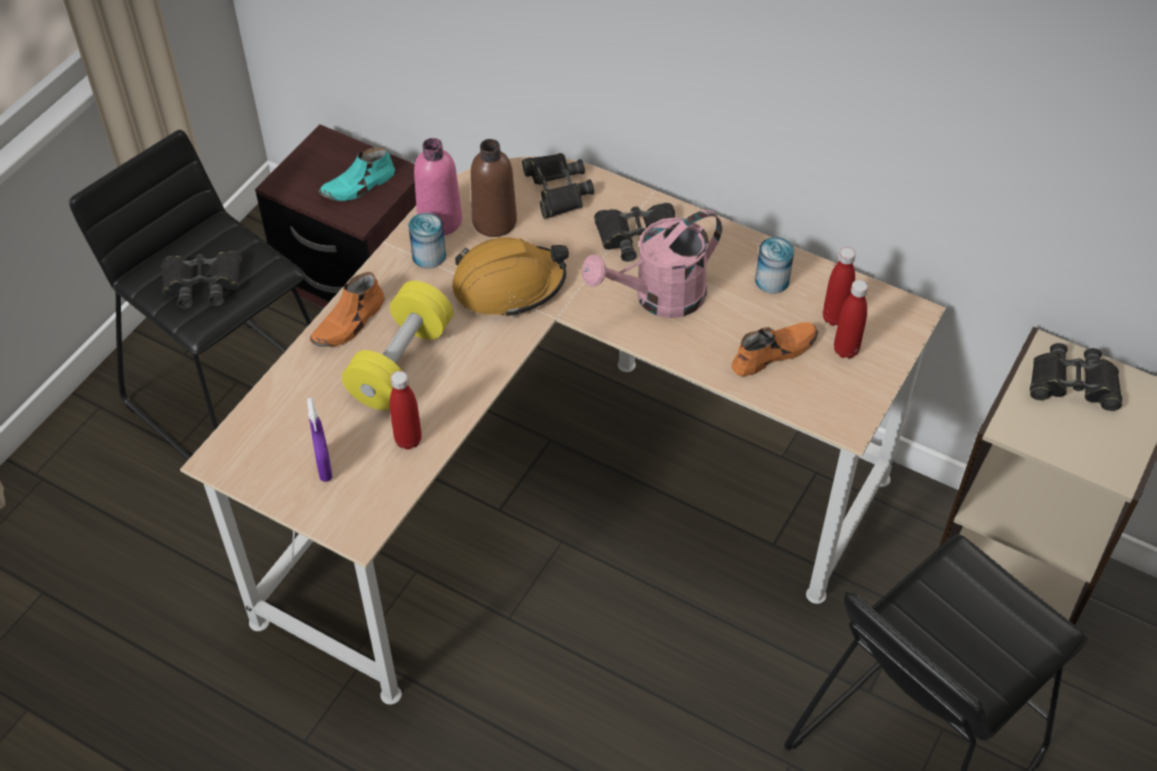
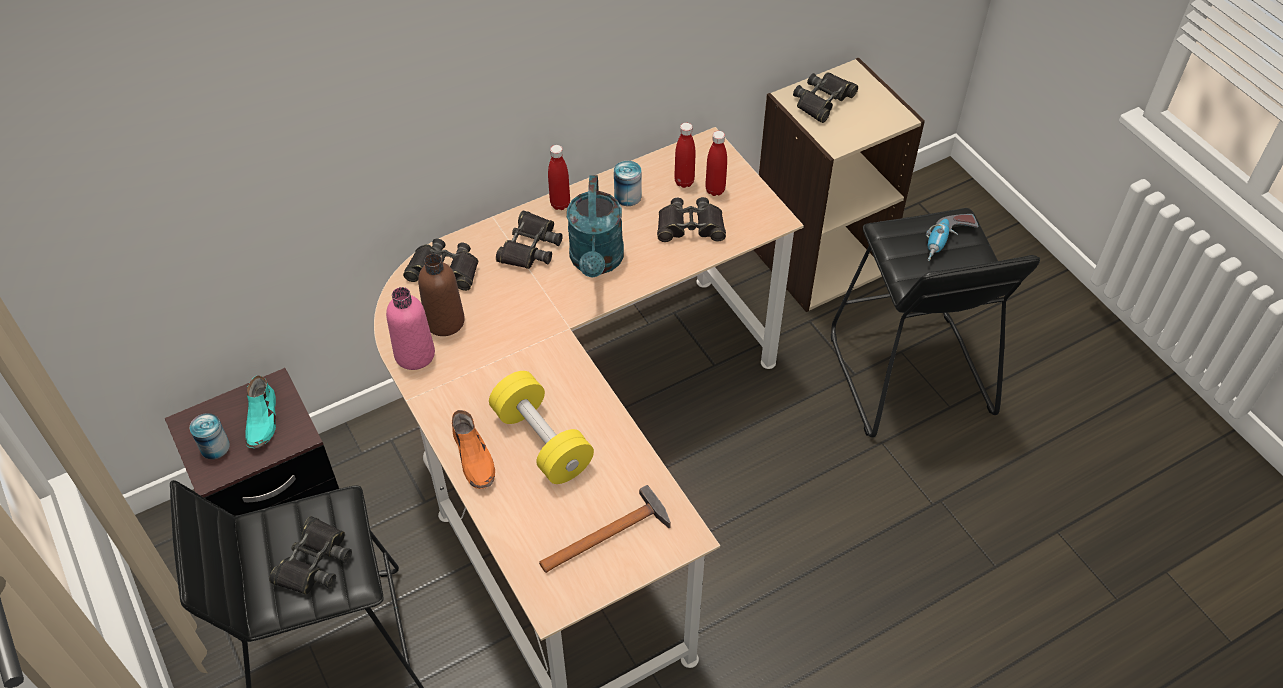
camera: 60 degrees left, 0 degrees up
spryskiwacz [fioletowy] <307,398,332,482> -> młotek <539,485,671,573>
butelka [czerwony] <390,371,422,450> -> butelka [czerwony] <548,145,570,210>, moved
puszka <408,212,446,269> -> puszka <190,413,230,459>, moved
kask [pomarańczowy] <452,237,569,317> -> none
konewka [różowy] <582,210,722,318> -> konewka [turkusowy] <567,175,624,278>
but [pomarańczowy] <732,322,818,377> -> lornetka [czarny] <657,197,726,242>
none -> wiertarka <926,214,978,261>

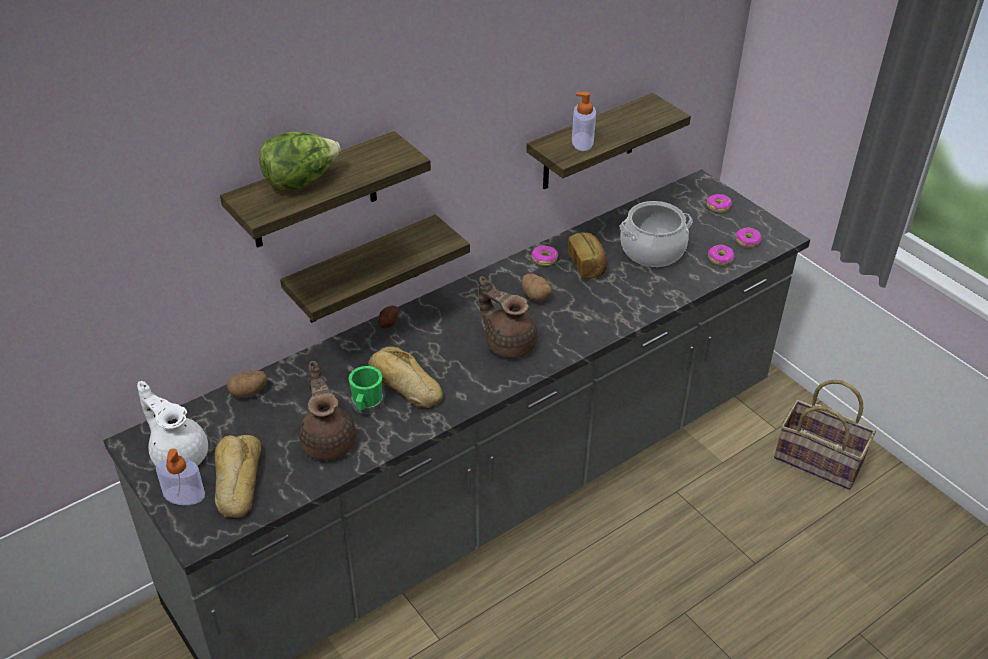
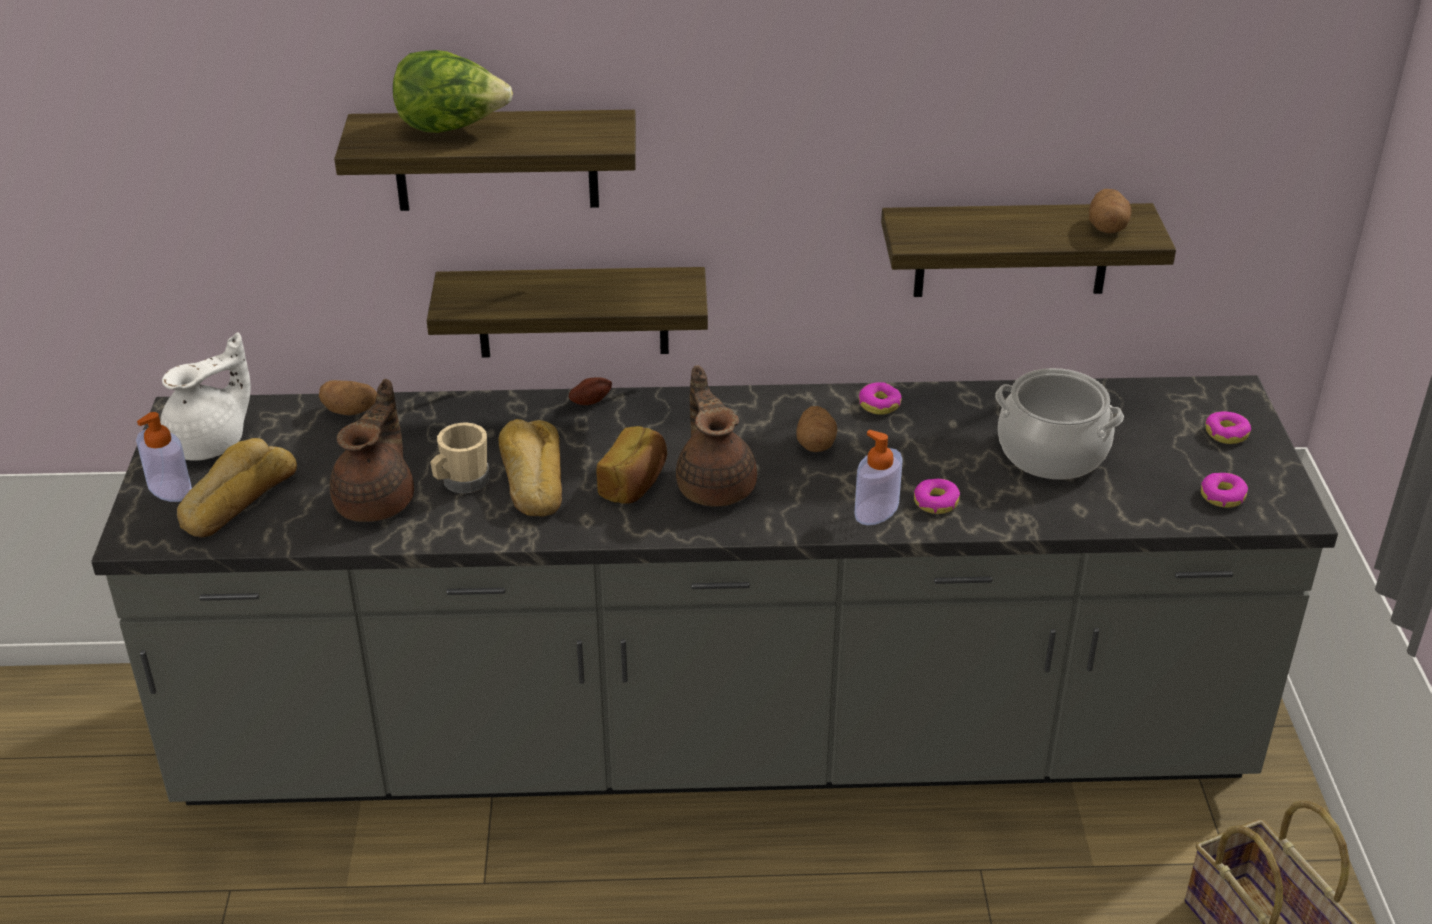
camera: 35 degrees right, 5 degrees down
imbryk [biały] <137,381,208,466> -> imbryk [biały] <160,332,250,461>, 60 degrees clockwise
kubek [zielony] <349,366,384,414> -> kubek [beżowy] <430,422,490,494>
chleb <568,233,608,279> -> chleb <597,426,667,504>, moved
dozownik mydła <572,92,596,151> -> dozownik mydła <854,430,903,525>, moved
donut <708,245,734,265> -> donut <914,479,960,514>, moved
none -> ziemniak <1089,189,1132,233>

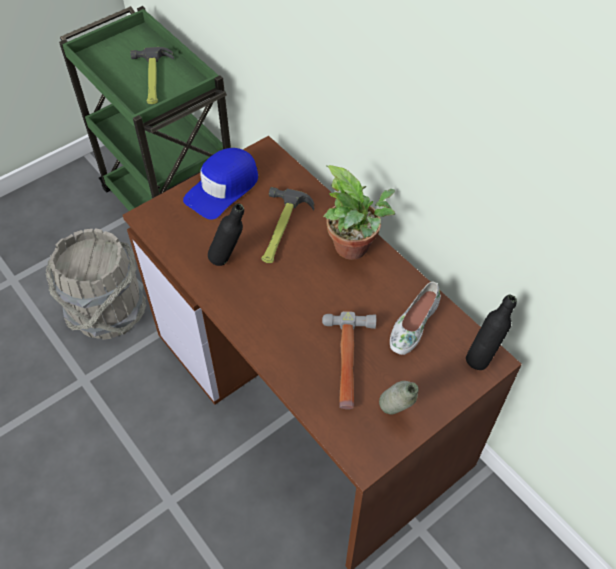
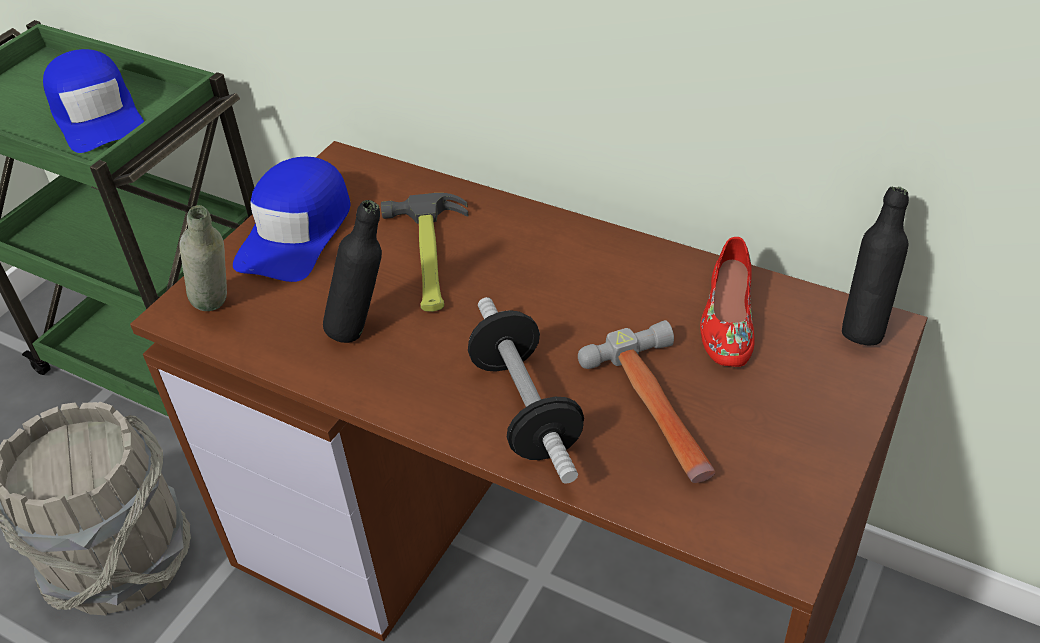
camera: 20 degrees left, 10 degrees down
młotek <130,47,174,104> -> czapka z daszkiem [niebieski] <43,49,145,153>
roślina doniczkowa <323,165,395,260> -> none
butelka [szary] <379,381,419,415> -> butelka [szary] <179,205,227,311>, moved
but [biały] <390,282,441,355> -> but [czerwony] <700,237,755,367>
none -> hantel <468,297,584,483>

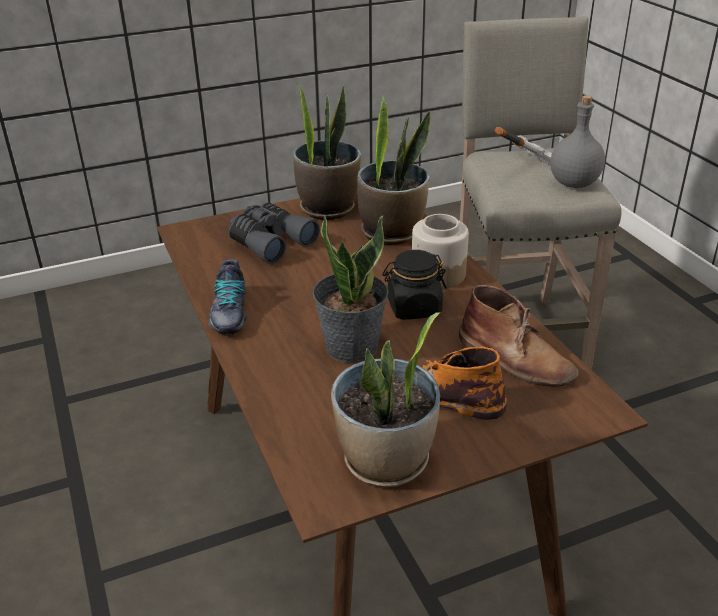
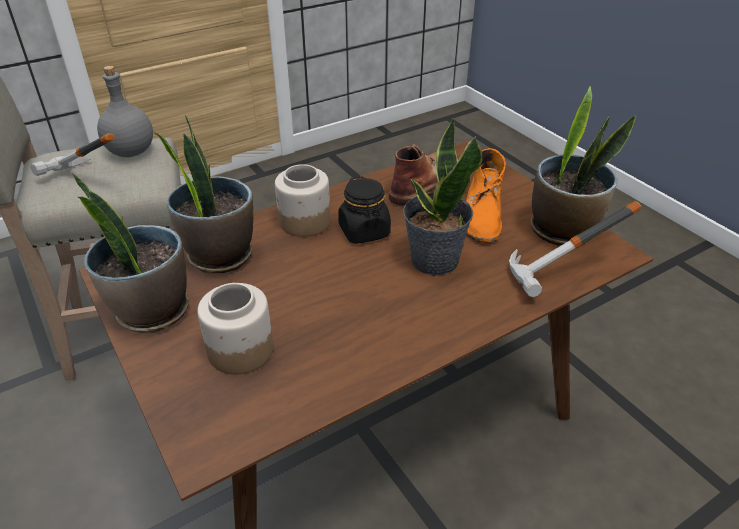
camera: 100 degrees left, 5 degrees up
but <208,259,247,335> -> none
lornetka [szary] <228,203,320,264> -> słoik <197,283,273,374>
none -> młotek <509,201,642,297>

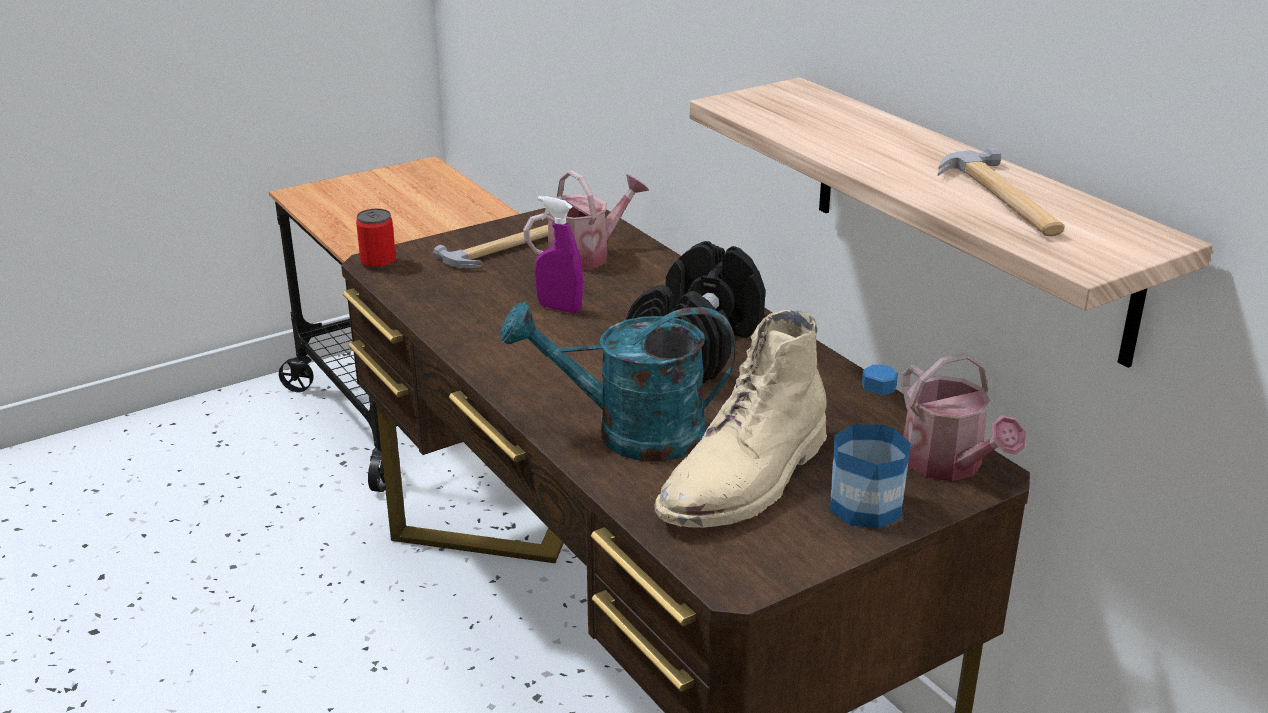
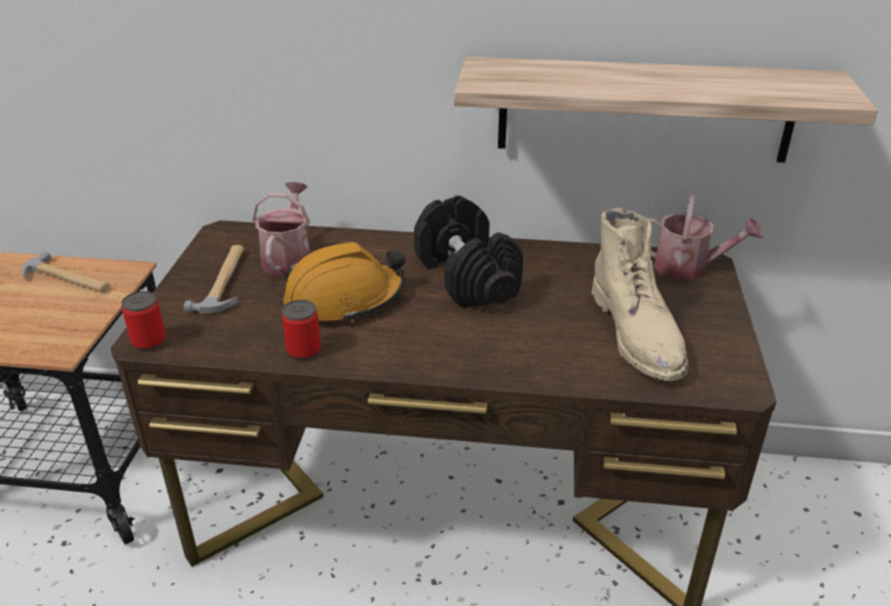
camera: 50 degrees left, 5 degrees up
konewka [turkusowy] <500,302,735,462> -> none
spryskiwacz [fioletowy] <535,196,583,313> -> kask [pomarańczowy] <283,242,406,323>
butelka <830,365,911,529> -> none
młotek <938,147,1065,236> -> młotek <22,251,109,292>, moved
none -> puszka <282,300,321,360>

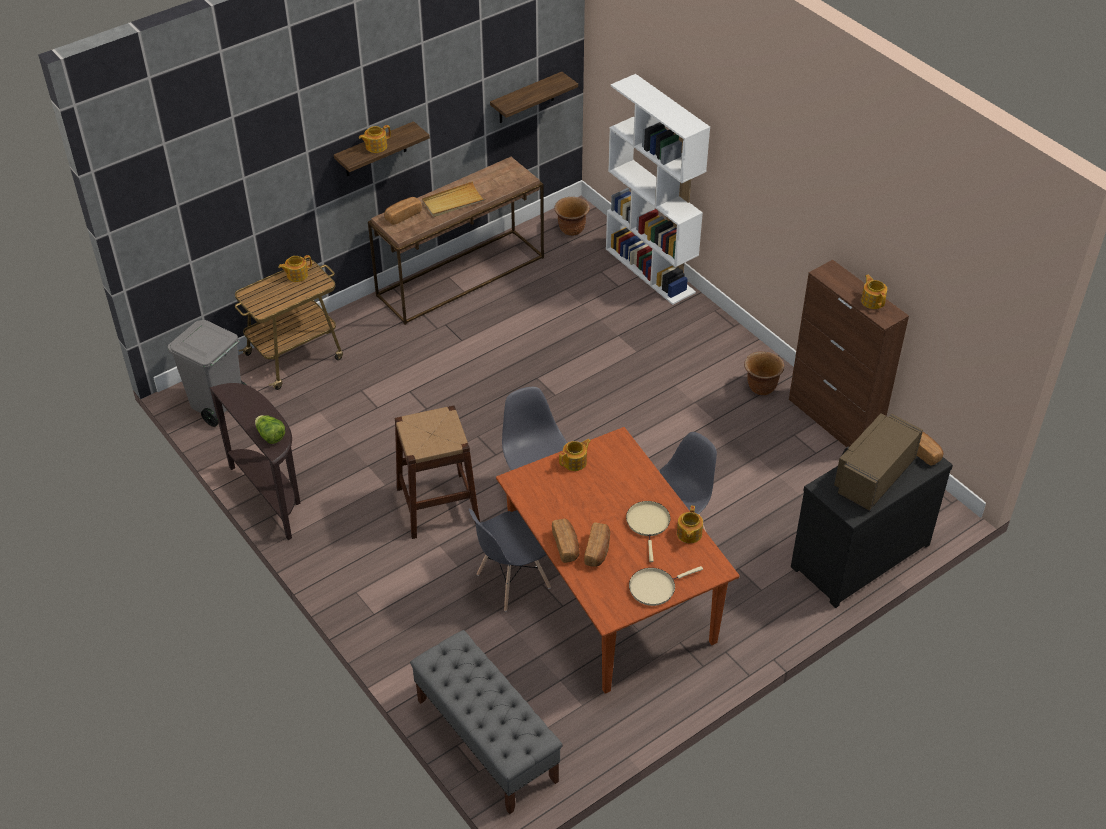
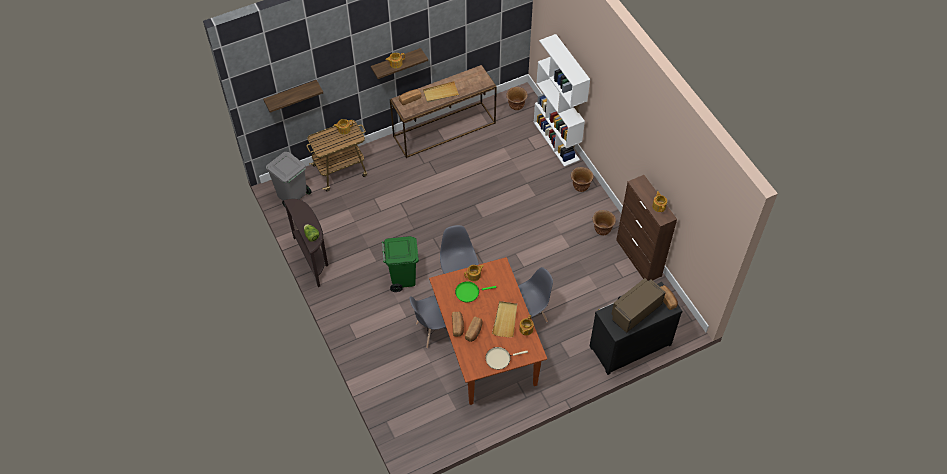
camera: 10 degrees right, 10 degrees up
stołek [brązowy] <395,406,480,539> -> kosz na śmieci [zielony] <382,236,419,292>
ławka [szary] <410,630,563,814> -> none
półka <490,72,578,123> -> półka <263,80,323,112>, moved
patelnia [beżowy] <626,501,670,562> -> taca [beżowy] <492,301,517,337>
none -> patelnia [zielony] <455,281,497,302>
none -> donica [brązowy] <571,167,593,192>

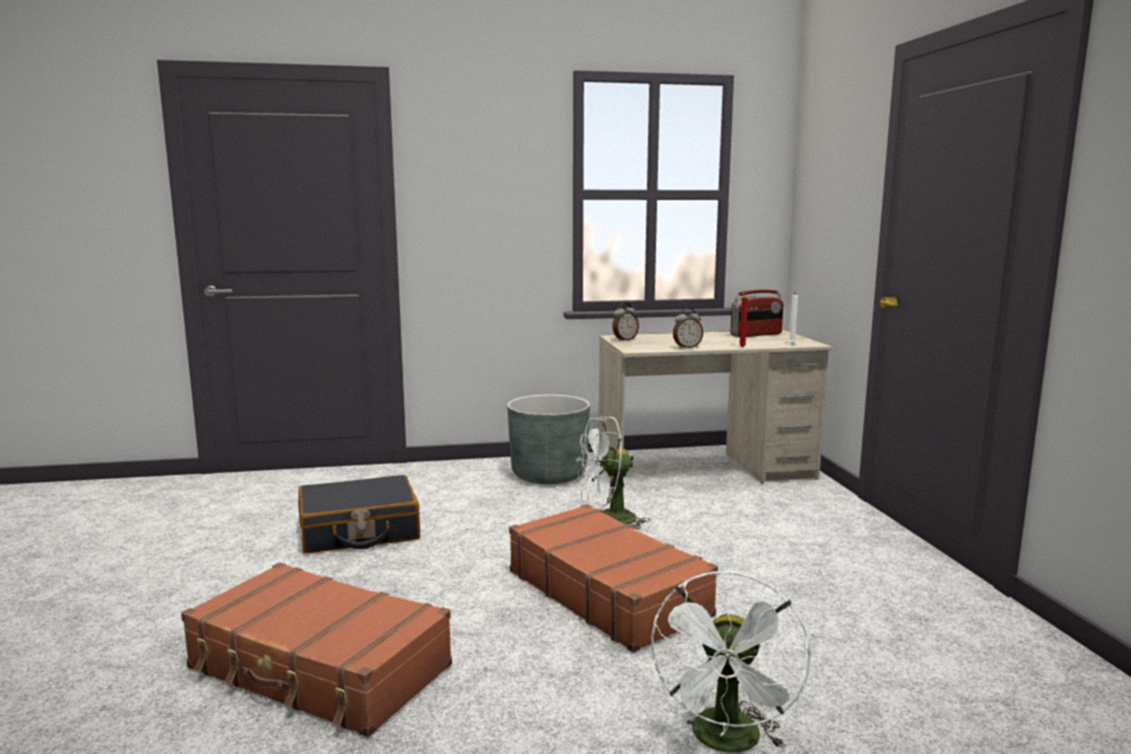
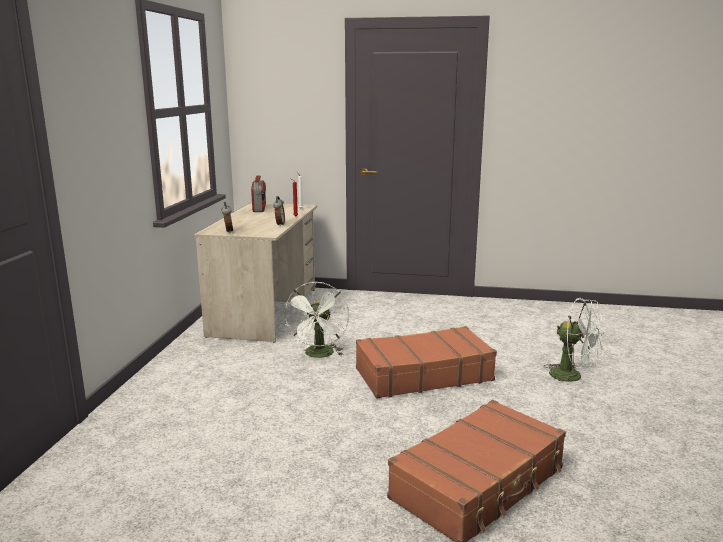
camera: 70 degrees left, 5 degrees up
walizka [czarny] <298,475,420,553> -> none
donica [szary] <507,394,590,484> -> none

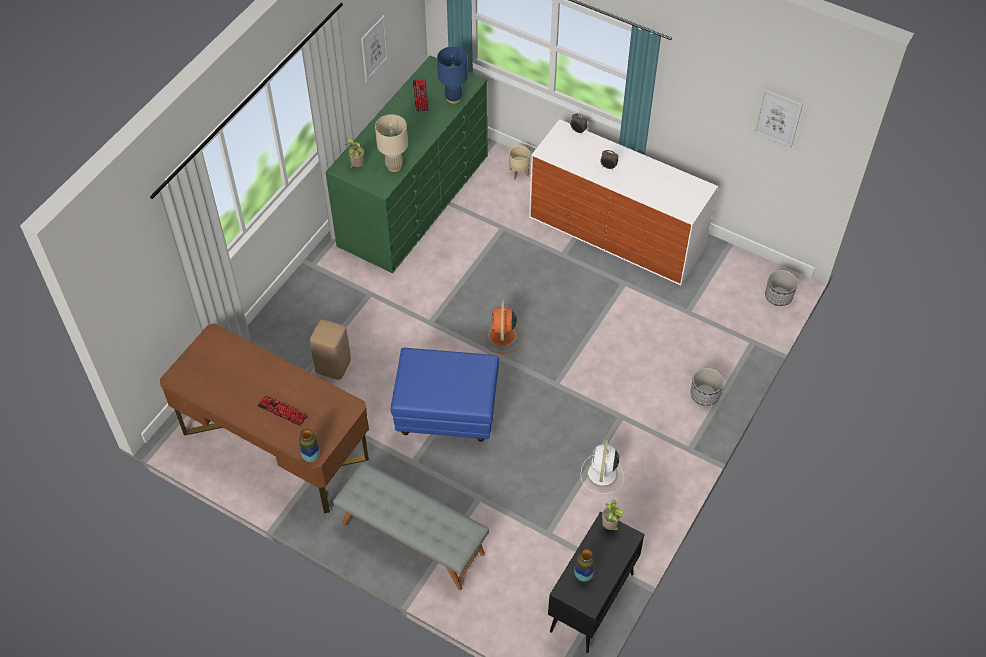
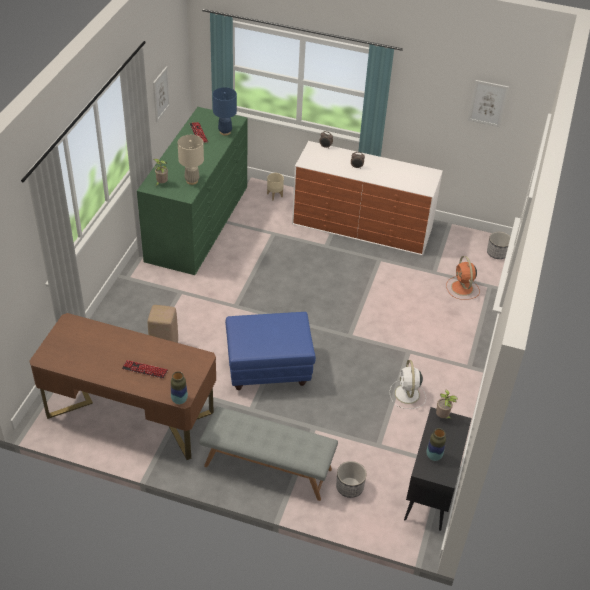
camera: 15 degrees left, 10 degrees down
wentylator [pomarańczowy] <482,299,523,353> -> wentylator [pomarańczowy] <446,256,480,300>, moved
donica <691,368,724,406> -> donica <336,461,366,498>, moved

